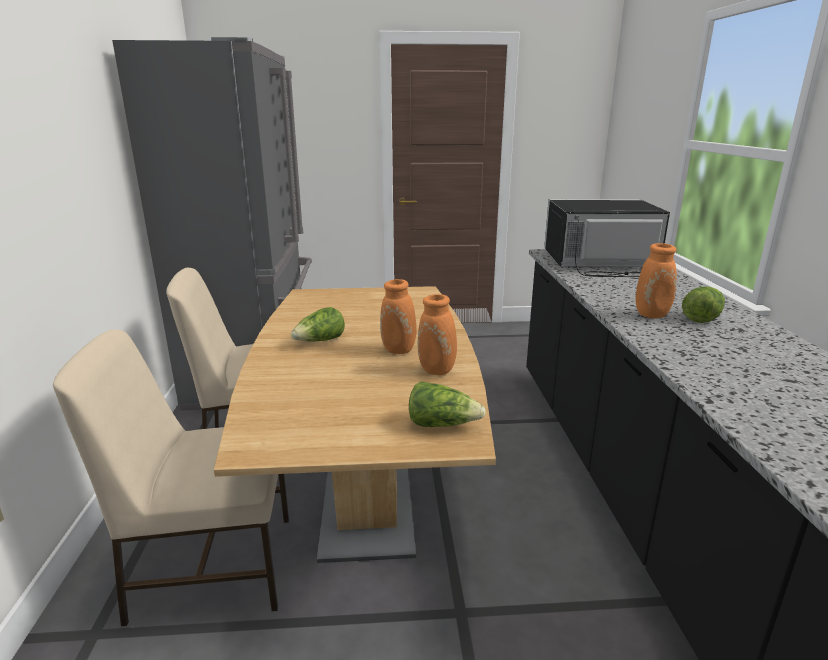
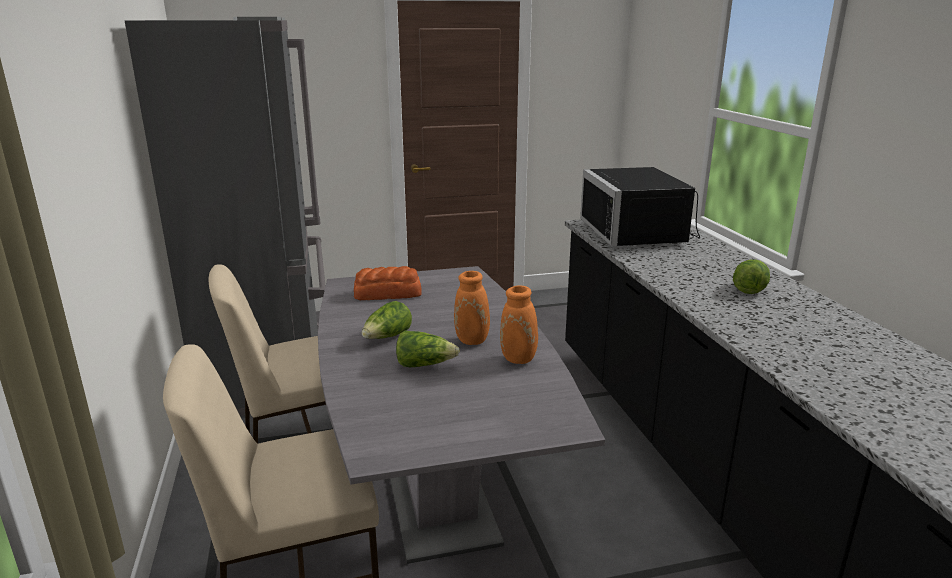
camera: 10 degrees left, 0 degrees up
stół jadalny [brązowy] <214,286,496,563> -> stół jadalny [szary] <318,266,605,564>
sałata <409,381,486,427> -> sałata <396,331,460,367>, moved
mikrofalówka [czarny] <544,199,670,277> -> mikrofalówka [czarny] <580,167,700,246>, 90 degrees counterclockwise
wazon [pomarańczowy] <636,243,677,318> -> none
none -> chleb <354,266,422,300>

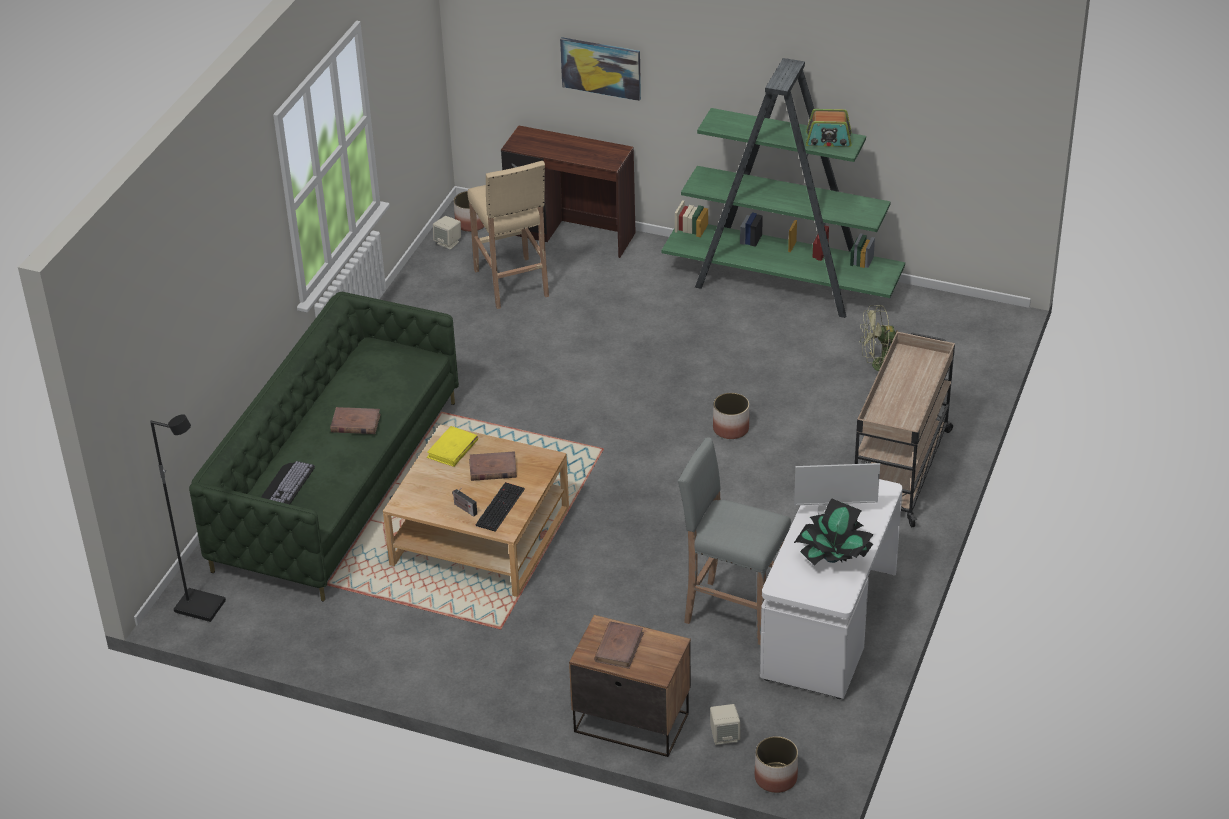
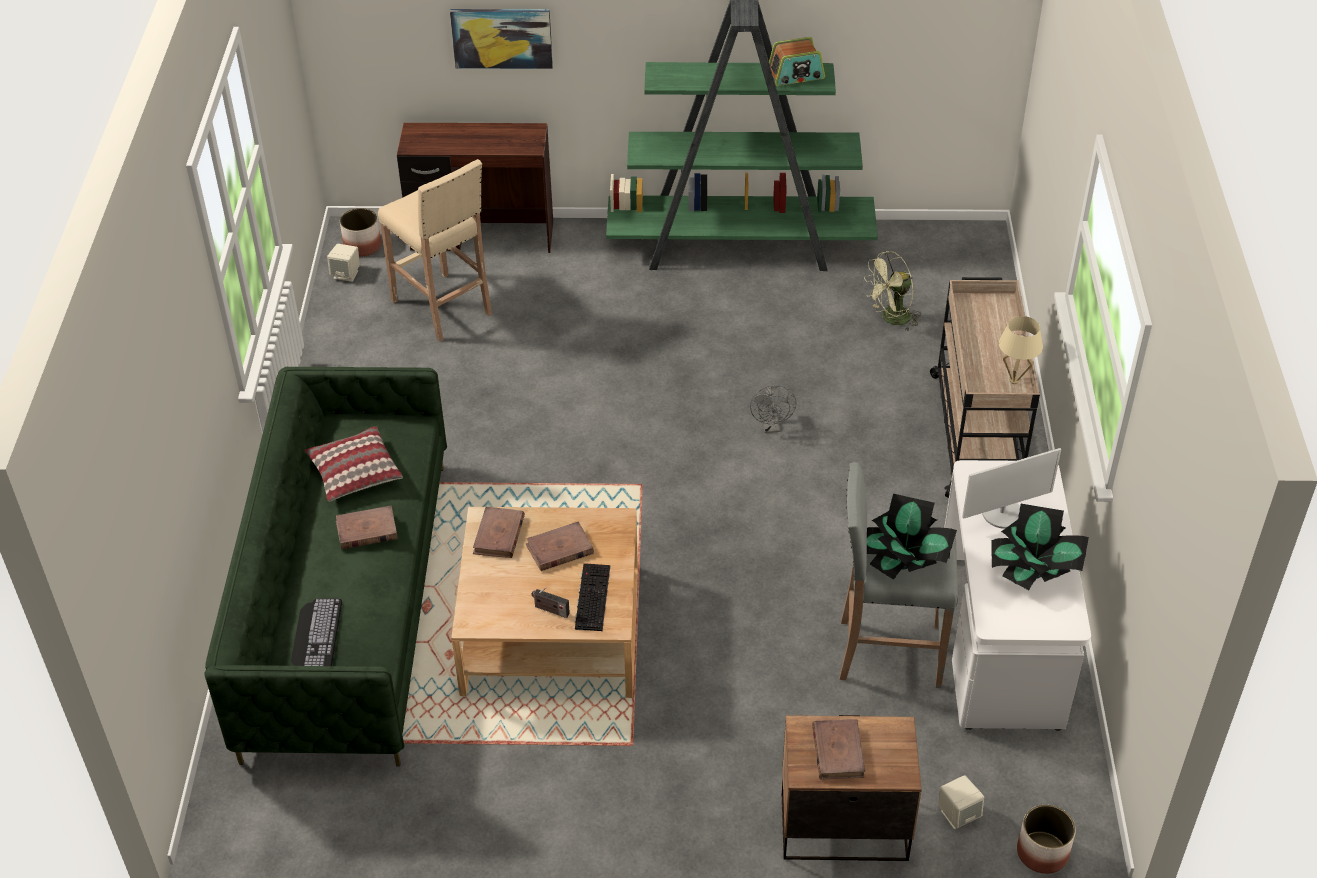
camera: 20 degrees left, 5 degrees up
lampa stojąca [czarny] <150,414,226,622> -> none
książka [żółty] <427,426,478,467> -> książka [brązowy] <473,507,525,558>
donica <713,393,749,439> -> wentylator [szary] <750,385,797,433>
none -> poduszka <305,426,403,502>
none -> roślina doniczkowa <867,494,957,580>
none -> lampa stołowa [beżowy] <999,316,1043,384>

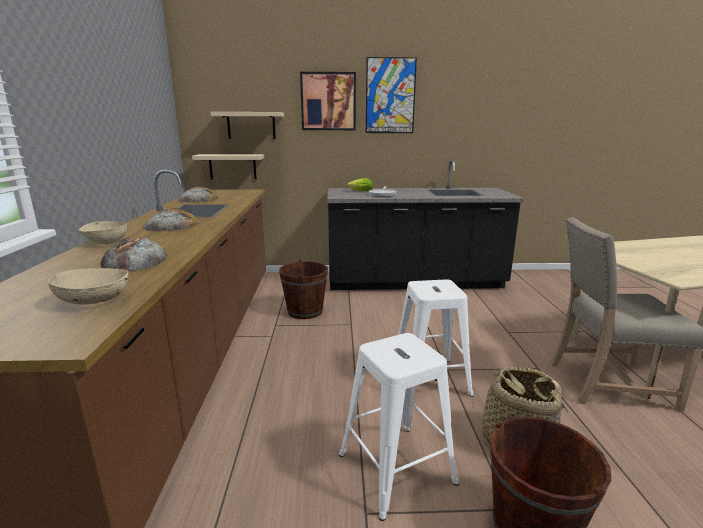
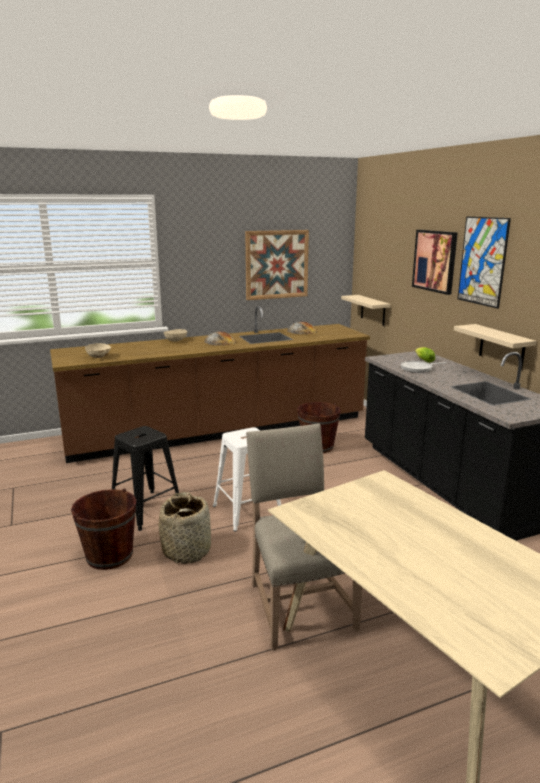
camera: 70 degrees right, 0 degrees up
chleb <100,238,167,272> -> none
półka [beżowy] <211,112,284,139> -> półka [beżowy] <454,324,536,370>, moved
stołek [biały] <339,333,459,521> -> stołek [czarny] <112,426,179,531>
none -> obraz <245,230,309,300>

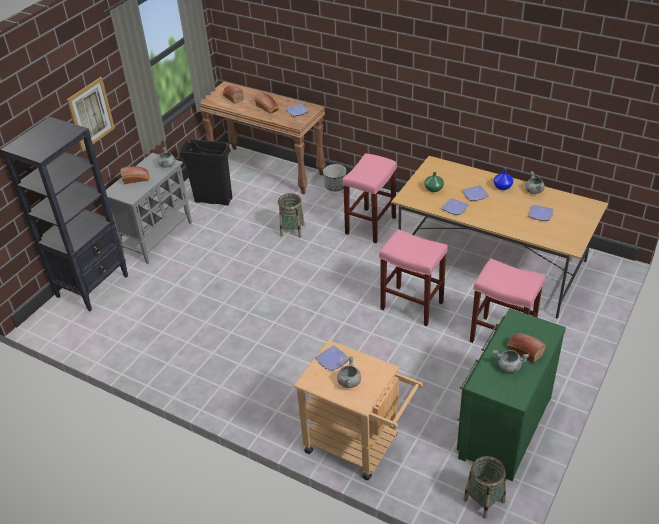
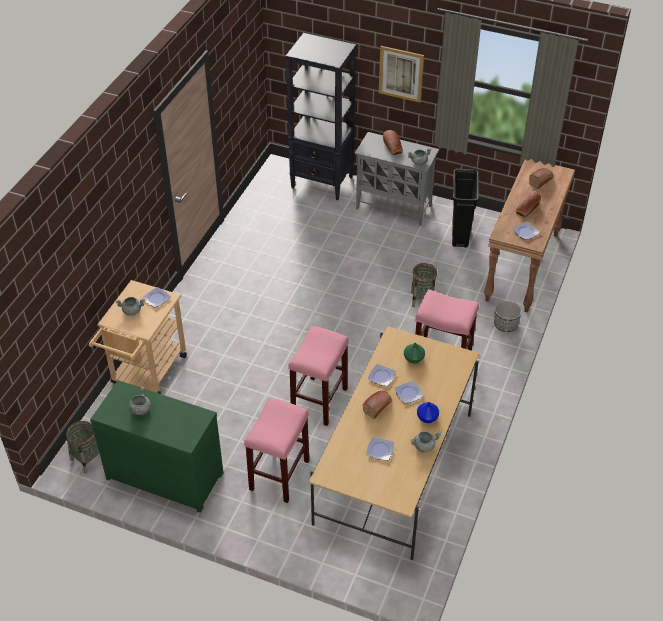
camera: 80 degrees right, 5 degrees up
chleb <507,333,546,363> -> chleb <363,391,392,419>, moved

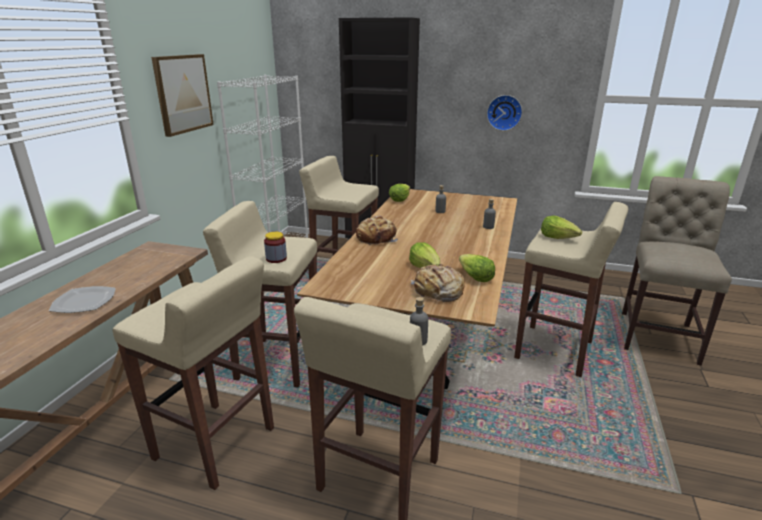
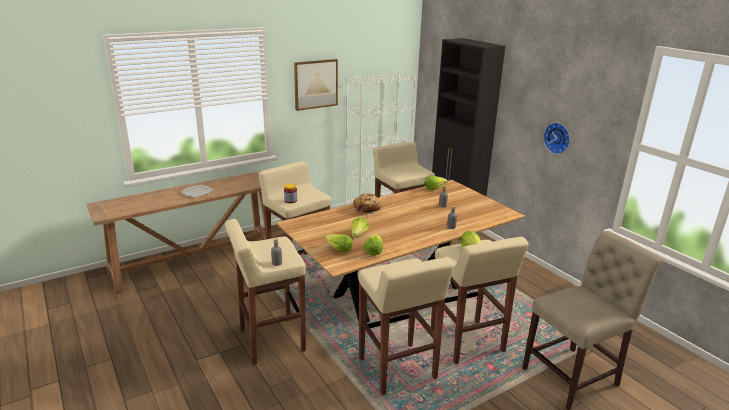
camera: 40 degrees right, 0 degrees up
stołek [beżowy] <112,256,274,490> -> stołek [beżowy] <358,257,454,395>, moved
chleb <410,264,465,302> -> sałata <325,234,353,252>

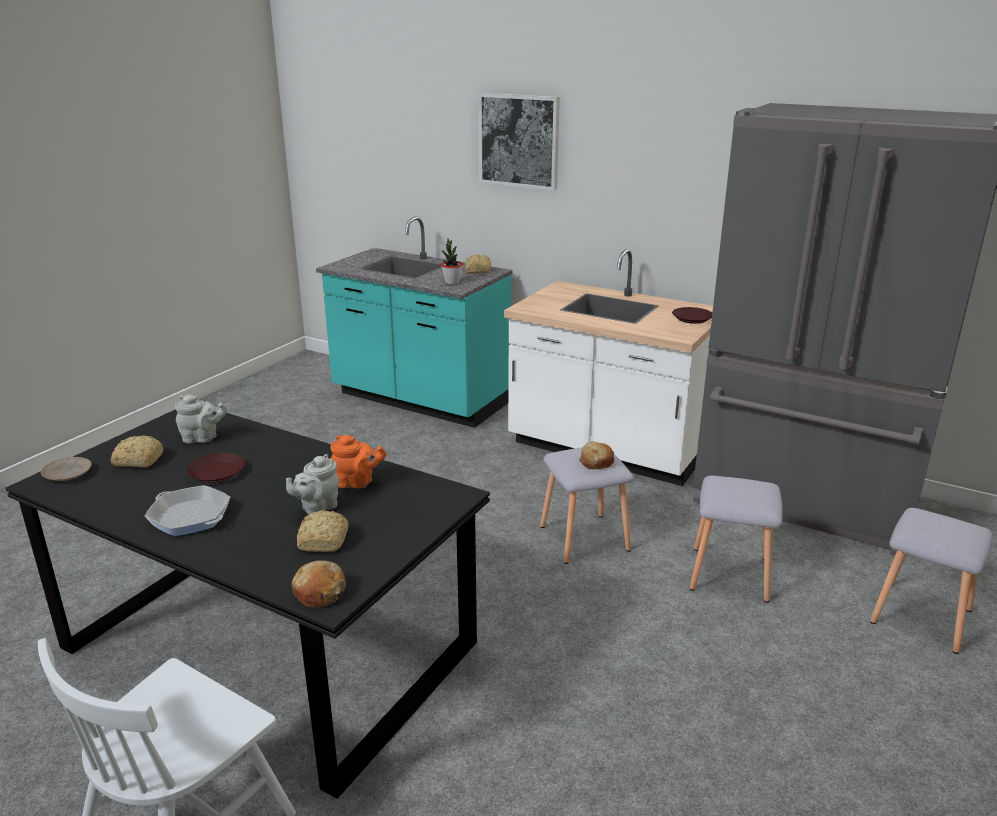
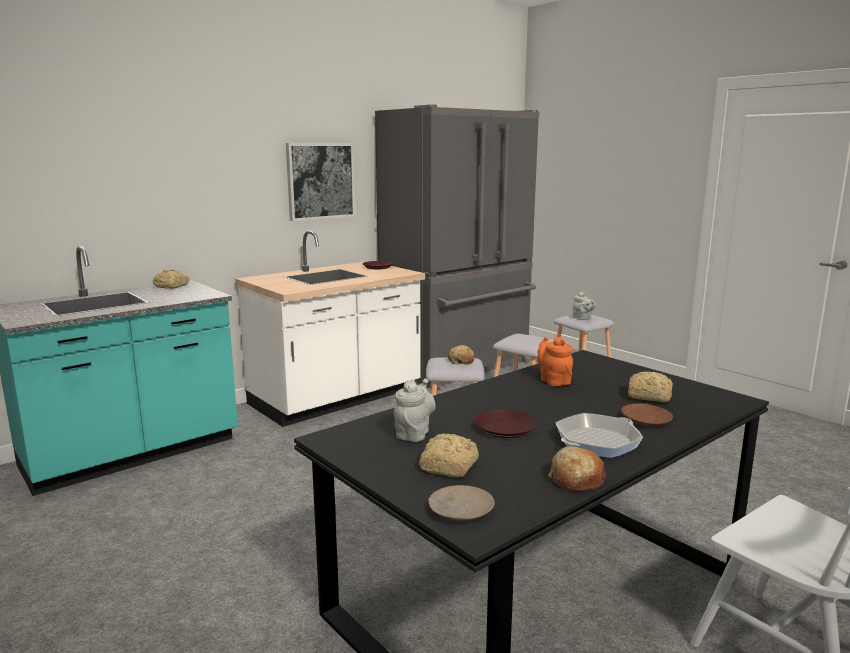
camera: 70 degrees left, 10 degrees down
imbryk [szary] <286,454,339,515> -> imbryk [szary] <572,292,596,320>, moved
chleb <292,561,346,607> -> chleb <548,446,606,491>, moved
imbryk [pomarańczowy] <331,435,387,489> -> imbryk [pomarańczowy] <537,336,573,386>, 45 degrees counterclockwise
roślina doniczkowa <441,239,463,284> -> none
obraz <478,93,560,190> -> obraz <286,143,355,221>, moved
none -> talerz [brązowy] <621,403,673,426>

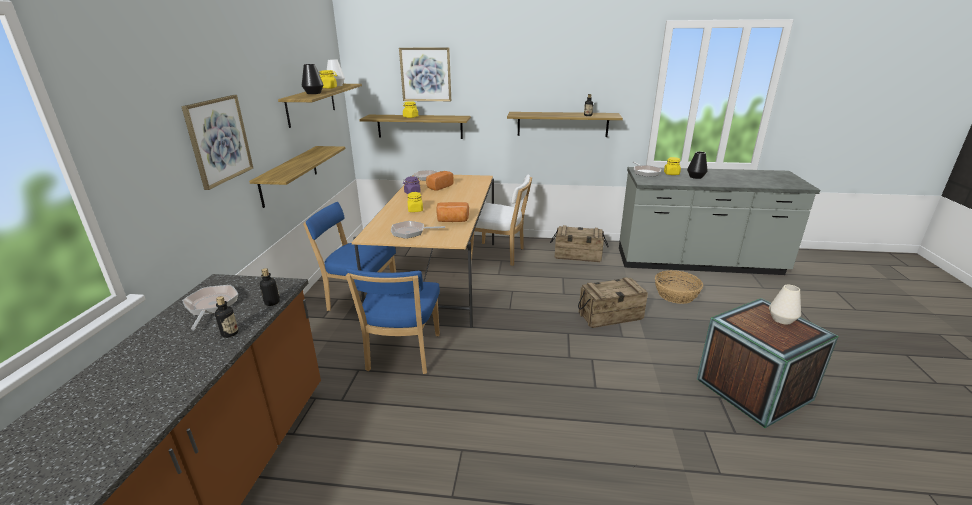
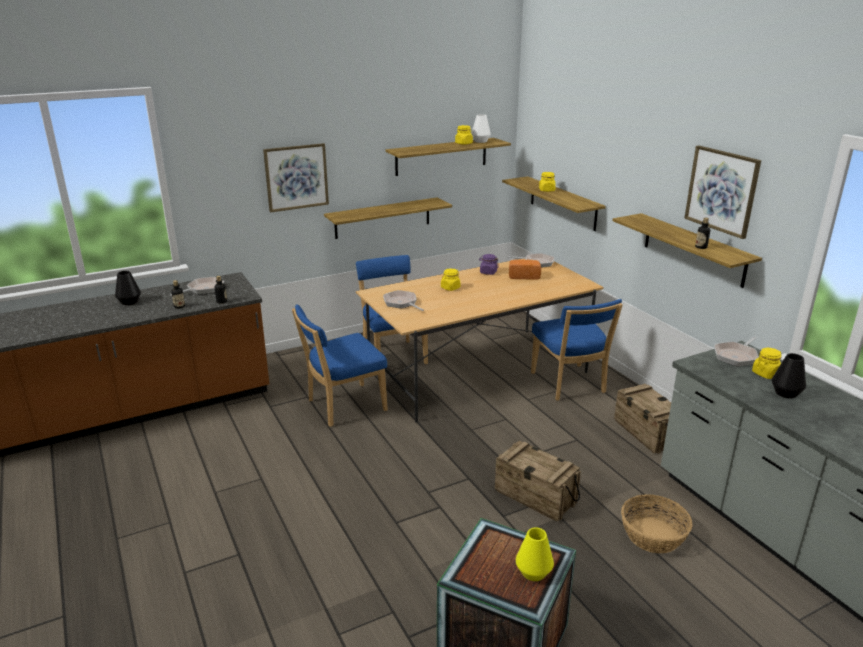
camera: 55 degrees right, 0 degrees up
wazon [czarny] <302,64,323,94> -> wazon [czarny] <115,271,141,305>, moved
obraz <399,47,451,101> -> obraz <684,145,761,239>, moved
chleb <436,202,469,222> -> none
krzesło [biały] <470,174,532,266> -> krzesło [niebieski] <531,299,623,401>
wazon [biały] <769,285,801,325> -> wazon [żółty] <516,527,554,581>

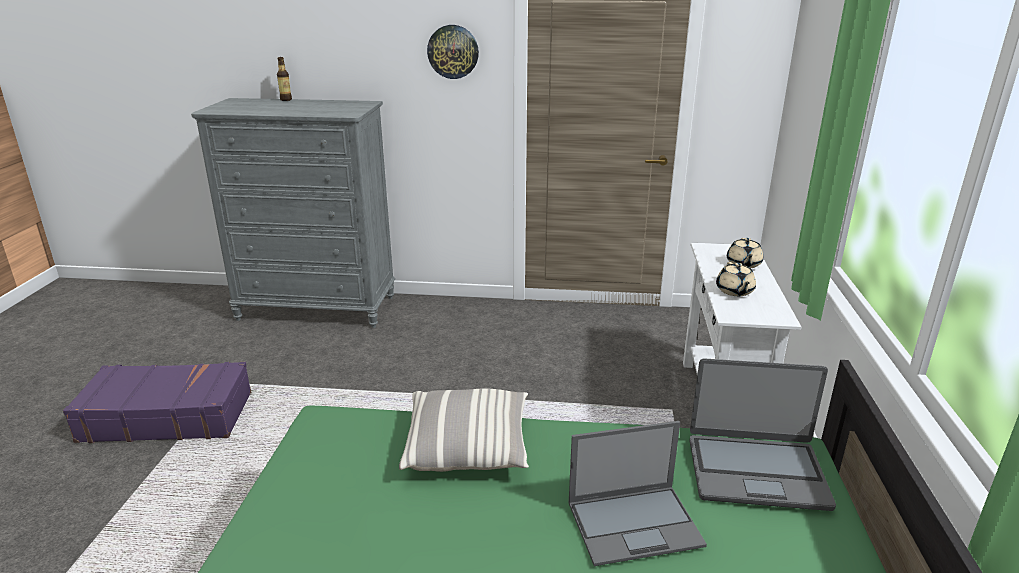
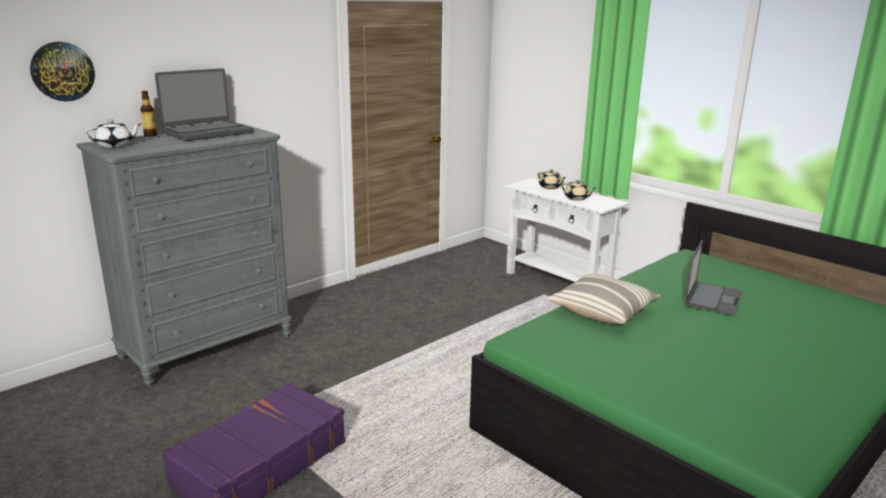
camera: 50 degrees left, 5 degrees down
zegar ścienny <427,25,479,79> -> zegar ścienny <30,42,95,101>, moved
laptop <689,358,836,511> -> laptop <155,68,254,141>, moved
none -> imbryk [biały] <85,120,141,147>

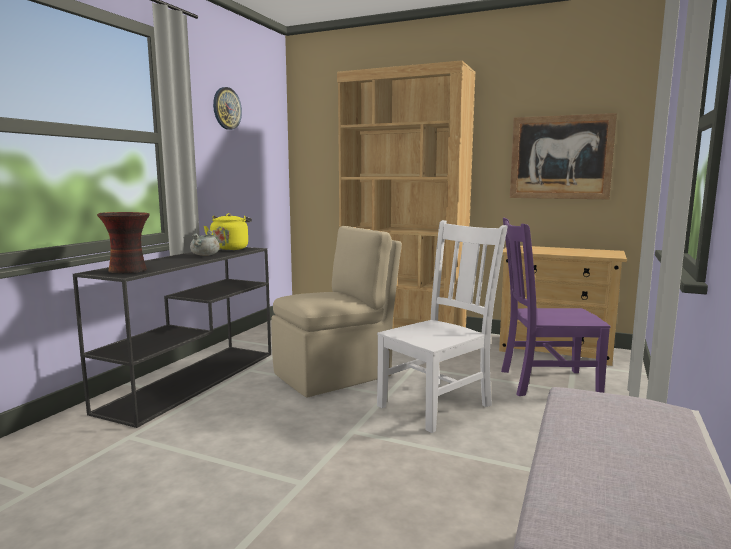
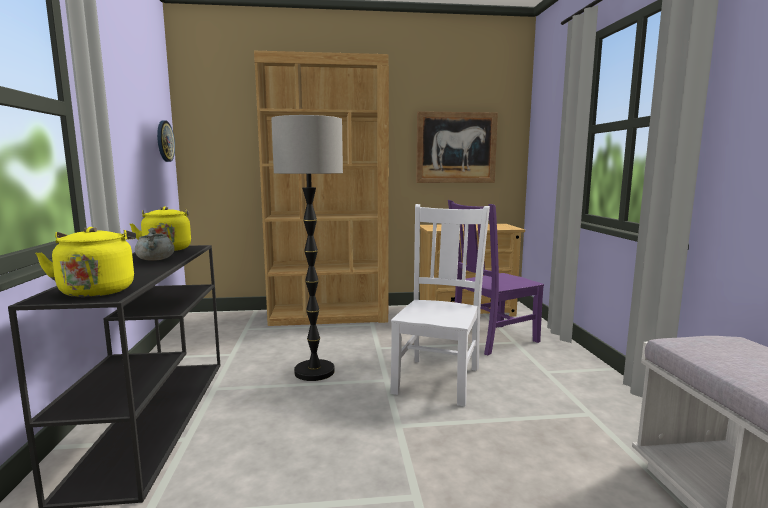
camera: 30 degrees left, 0 degrees up
wazon <97,212,150,273> -> czajnik [żółty] <35,227,136,297>
zegar ścienny <213,87,242,130> -> zegar ścienny <157,120,175,162>, moved
krzesło [beżowy] <271,226,402,398> -> lampa stojąca <271,115,343,381>

